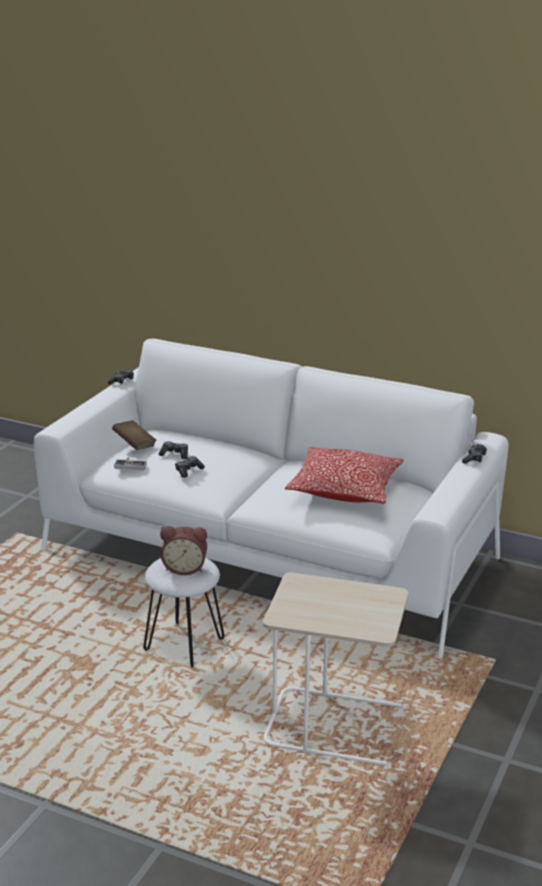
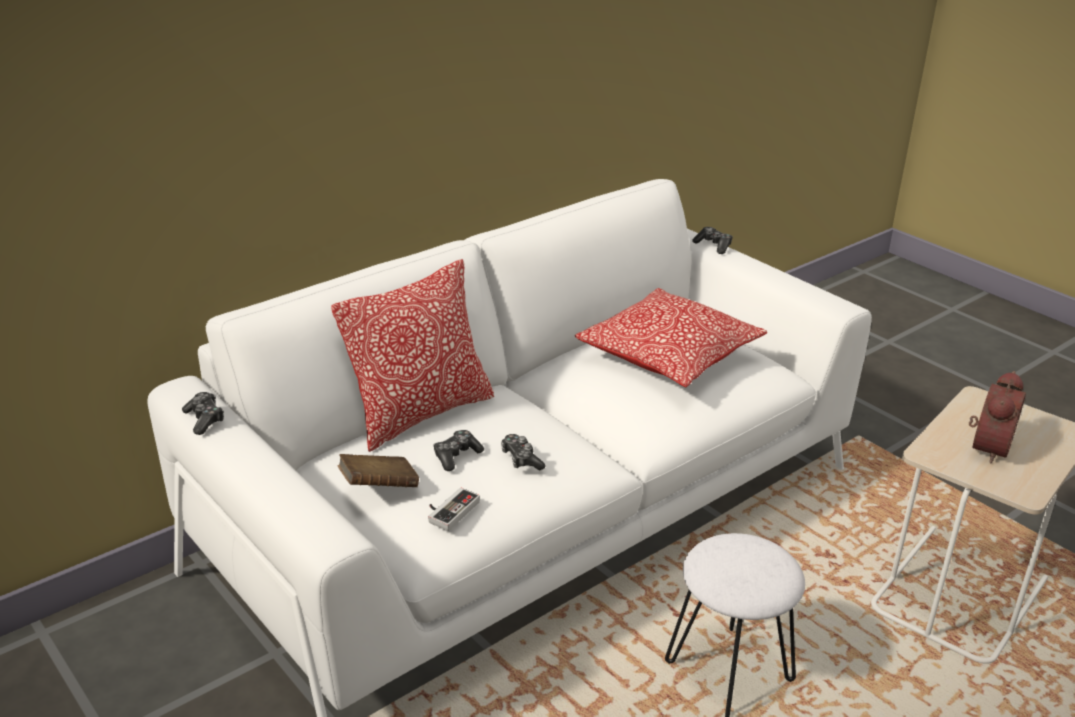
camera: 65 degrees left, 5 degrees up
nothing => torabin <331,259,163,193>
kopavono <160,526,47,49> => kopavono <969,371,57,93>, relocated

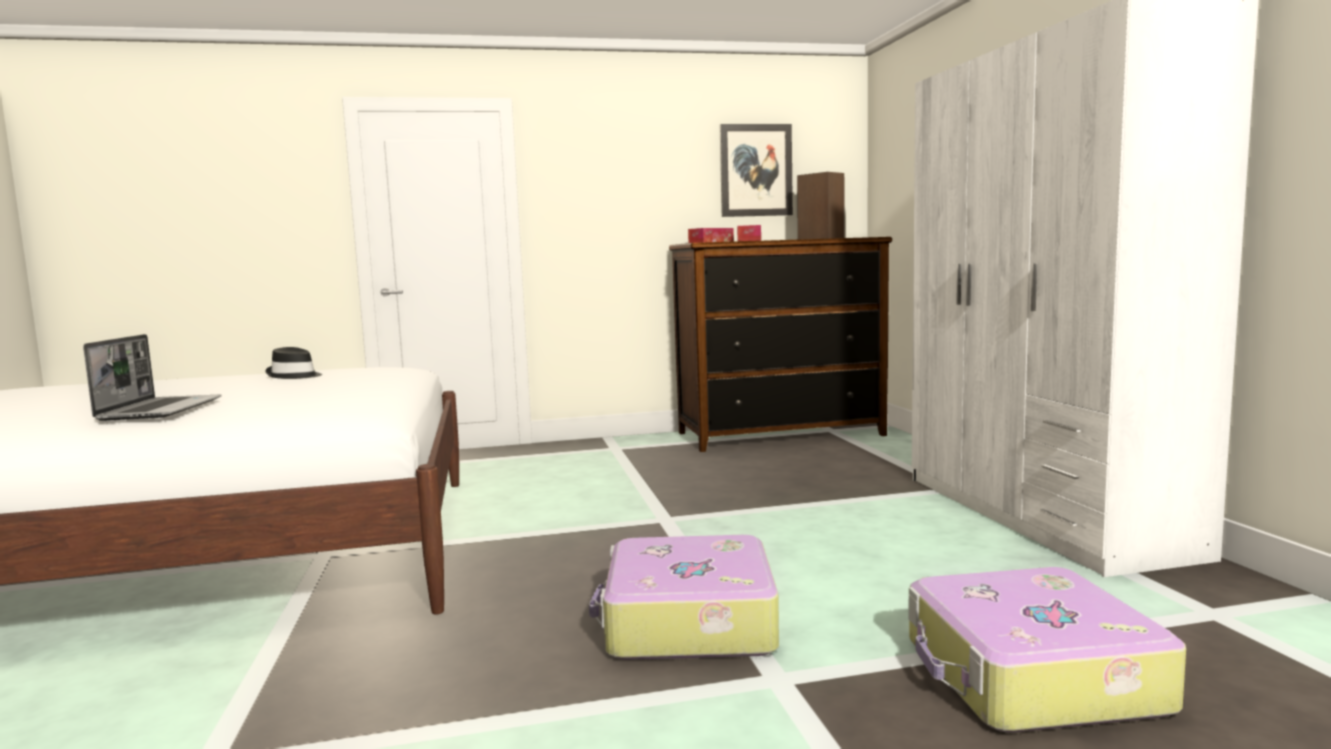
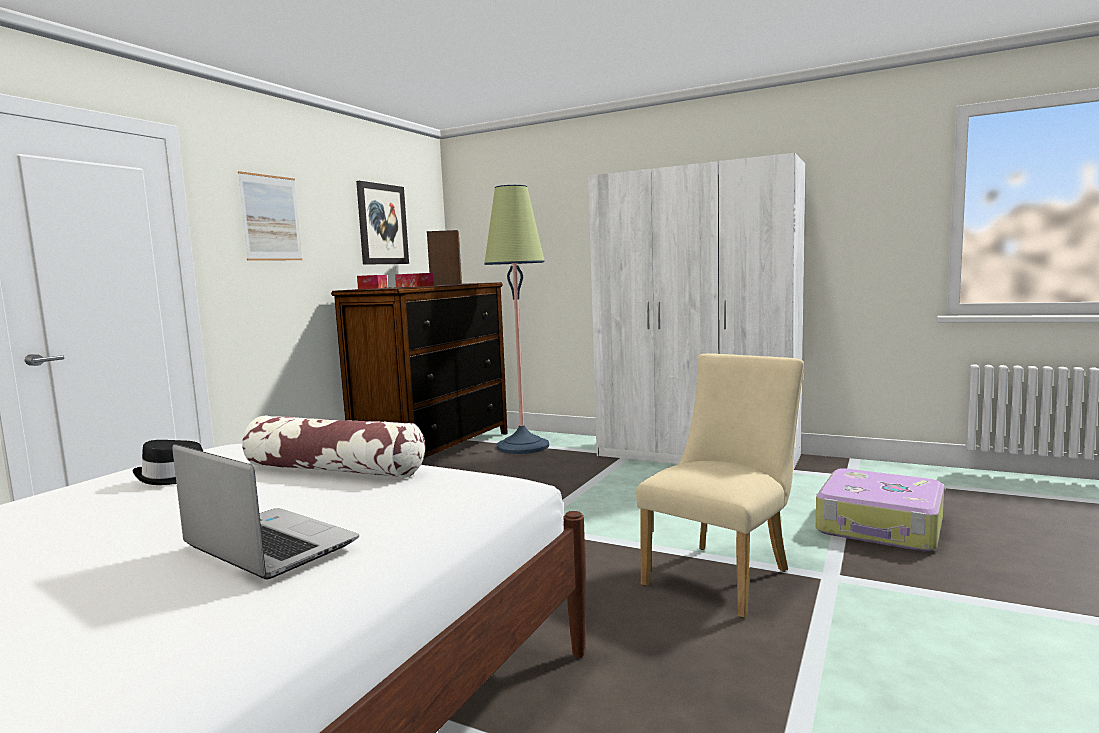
camera: 50 degrees left, 0 degrees up
nothing => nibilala <238,171,64,90>
nothing => torabin <242,415,183,63>
nothing => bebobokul <484,185,65,269>
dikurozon <589,535,190,125> => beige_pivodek <636,353,168,265>

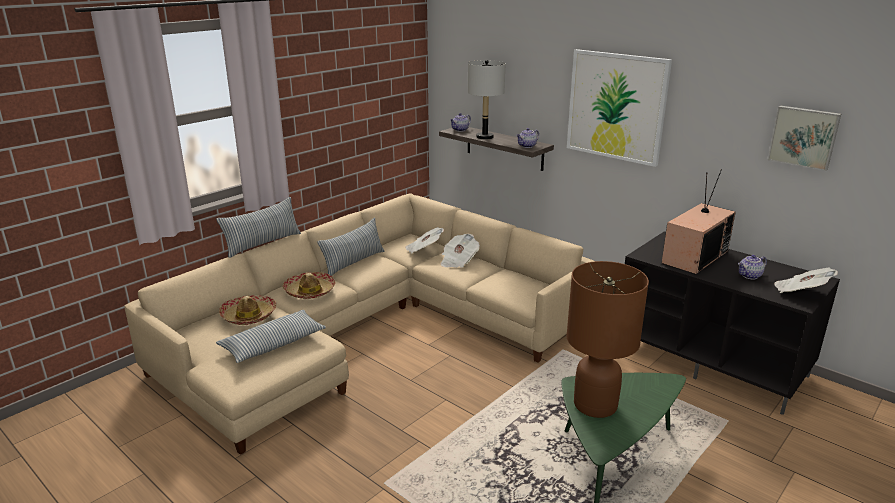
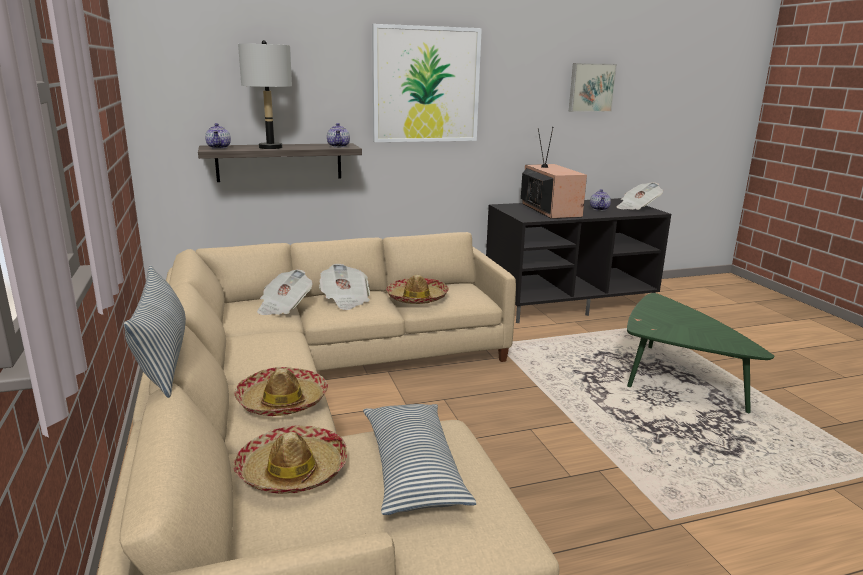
camera: 60 degrees left, 5 degrees down
nothing => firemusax <386,275,63,29>
torabin <317,218,67,58> => nothing
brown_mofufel <566,261,83,157> => nothing

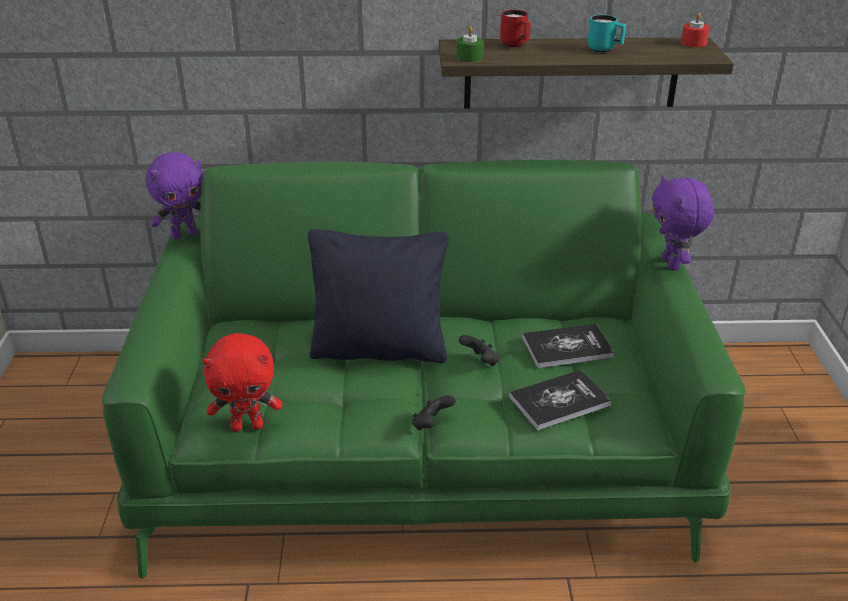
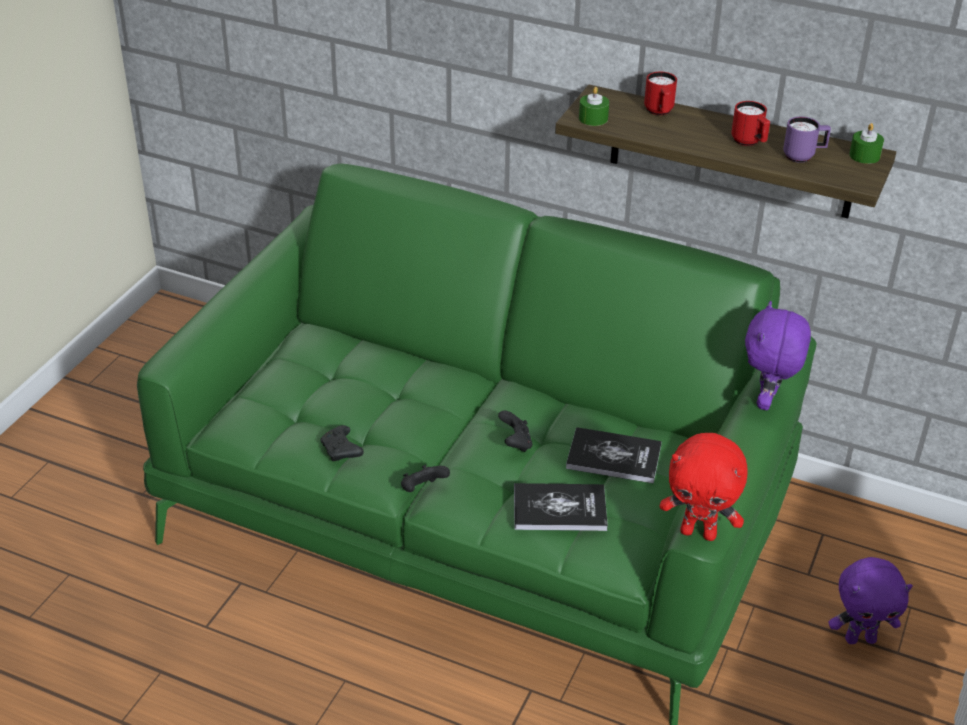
camera: 25 degrees right, 5 degrees up
nothing => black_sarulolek <320,425,44,36>
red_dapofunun <202,333,80,98> => red_dapofunun <660,433,88,108>, relocated
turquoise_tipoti <588,15,38,38> => red_tipoti <731,101,39,45>
nothing => purple_tipoti <783,117,48,46>
purple_dapofunun <146,152,57,87> => purple_dapofunun <829,557,84,87>, relocated
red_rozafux <681,12,29,35> => green_rozafux <849,123,35,41>
black_torabin <308,229,141,134> => nothing

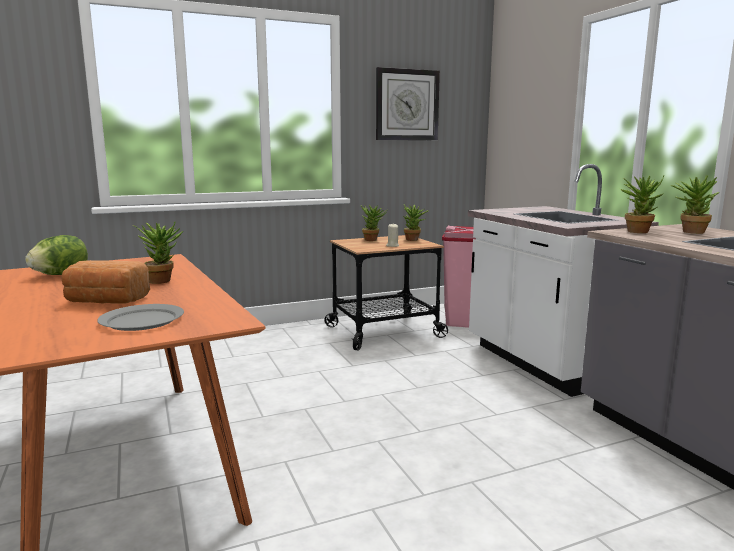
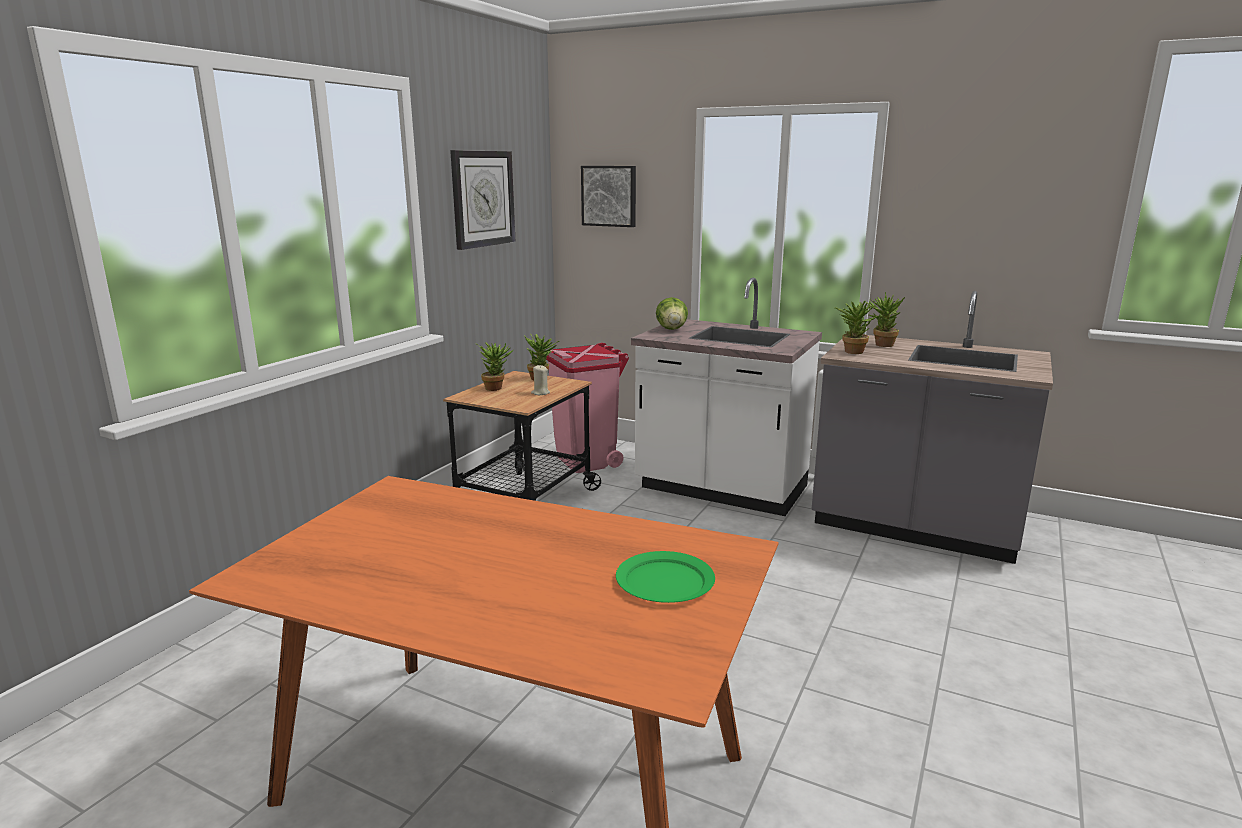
camera: 40 degrees left, 5 degrees up
nothing => nibilala <581,166,55,61>
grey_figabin <97,304,87,27> => green_figabin <616,551,99,52>
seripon <25,235,63,40> => seripon <656,297,32,33>, relocated
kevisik <61,260,89,44> => nothing
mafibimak <132,222,51,62> => nothing

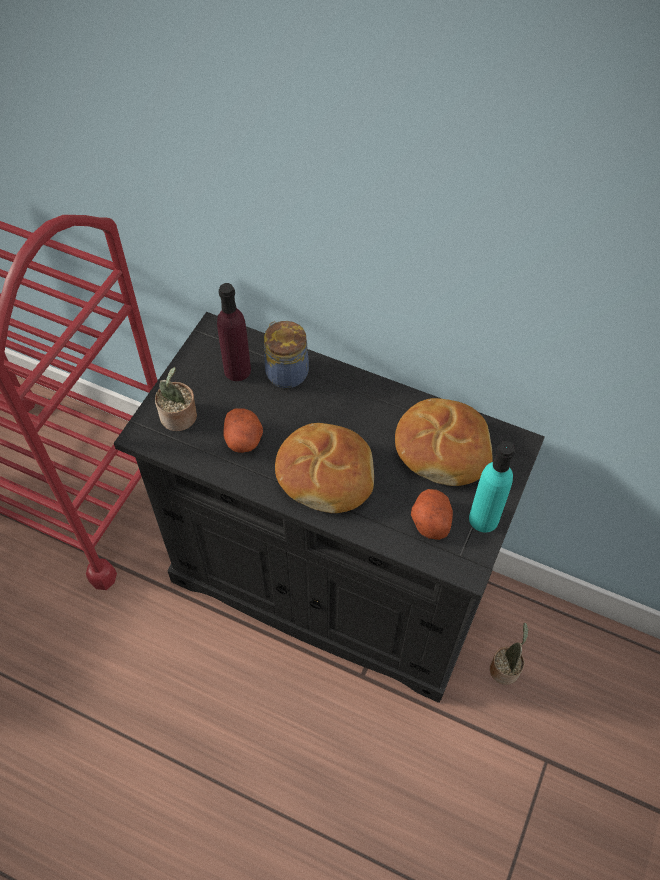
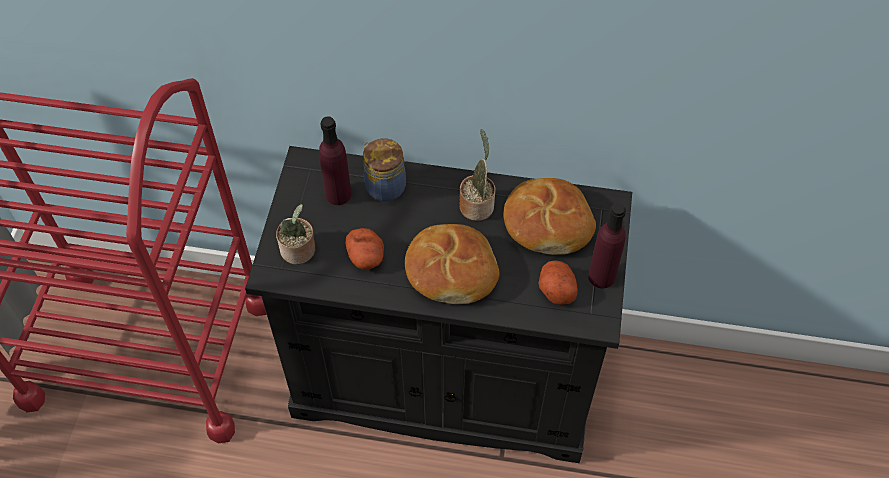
camera: 15 degrees left, 0 degrees up
mafibimak <490,623,38,62> => mafibimak <460,129,35,92>, relocated
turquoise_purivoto <469,441,46,92> => purple_purivoto <588,203,38,85>

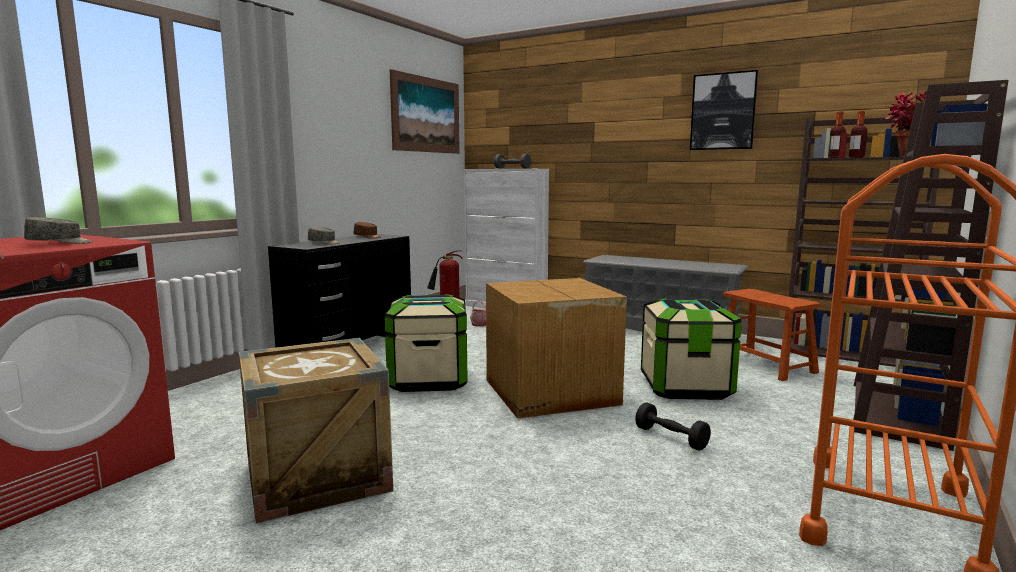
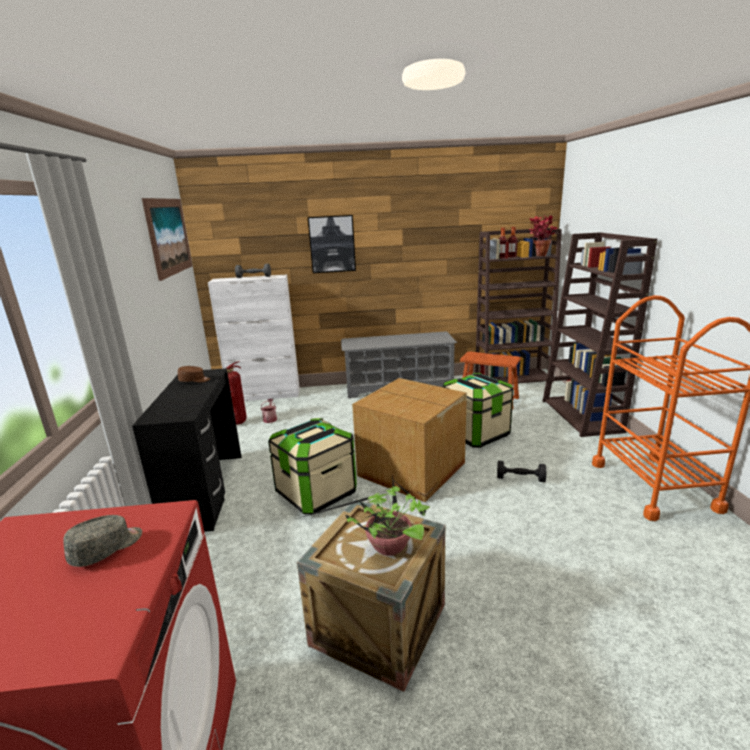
camera: 35 degrees left, 10 degrees up
nothing => mafibimak <296,475,134,81>
nibilala <690,70,68,80> => nibilala <308,215,48,58>, relocated
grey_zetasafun <308,227,32,17> => nothing

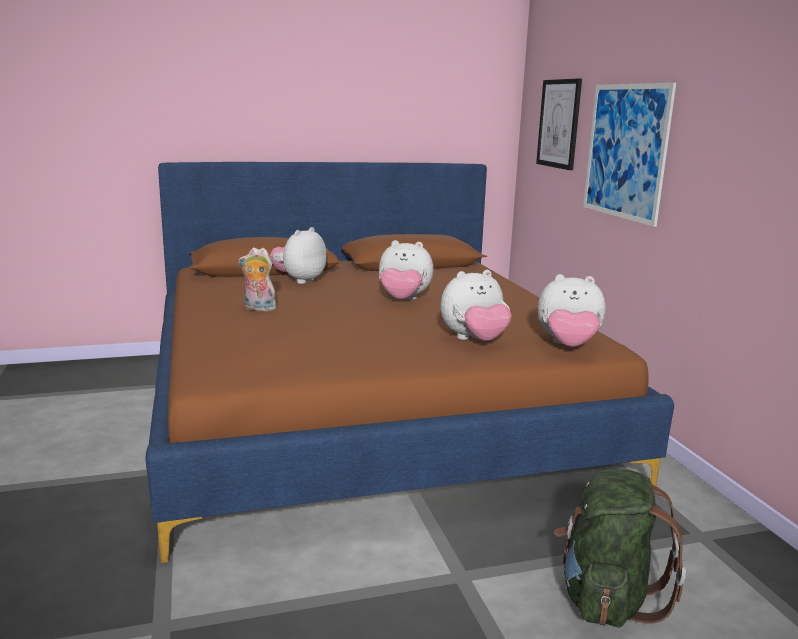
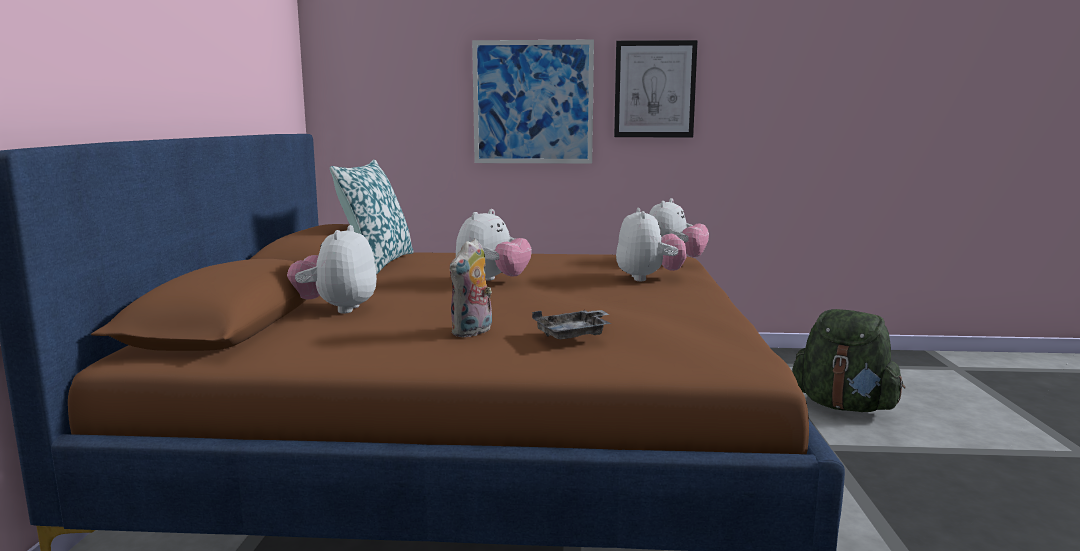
camera: 70 degrees left, 5 degrees down
dapofunun <270,227,57,57> => dapofunun <287,225,90,89>, 45 degrees clockwise
nothing => torabin <330,160,84,114>
nothing => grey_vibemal <532,310,80,29>
nibilala <536,78,46,92> => nibilala <614,40,84,97>, relocated

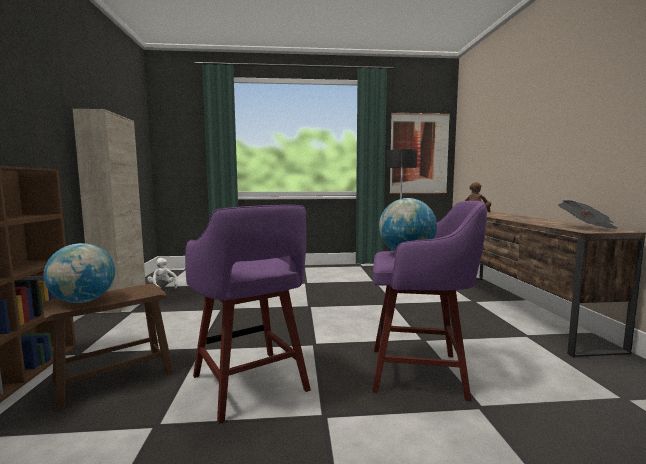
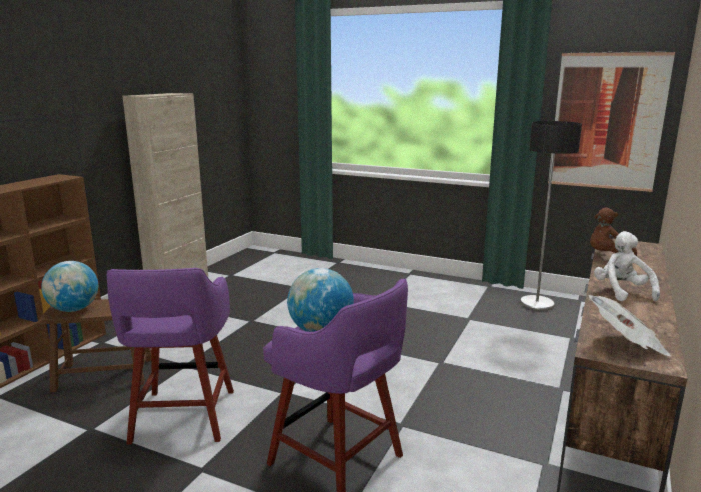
camera: 30 degrees right, 10 degrees up
white_dapofunun <148,258,30,30> => white_dapofunun <594,231,66,71>, relocated

